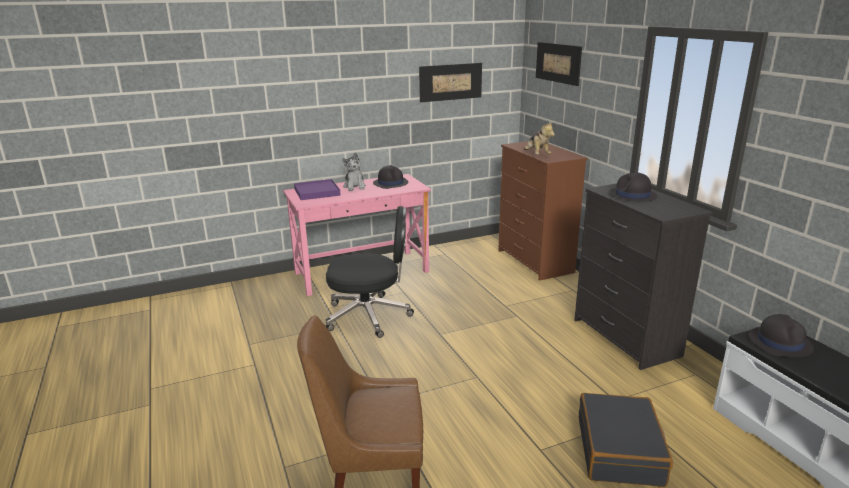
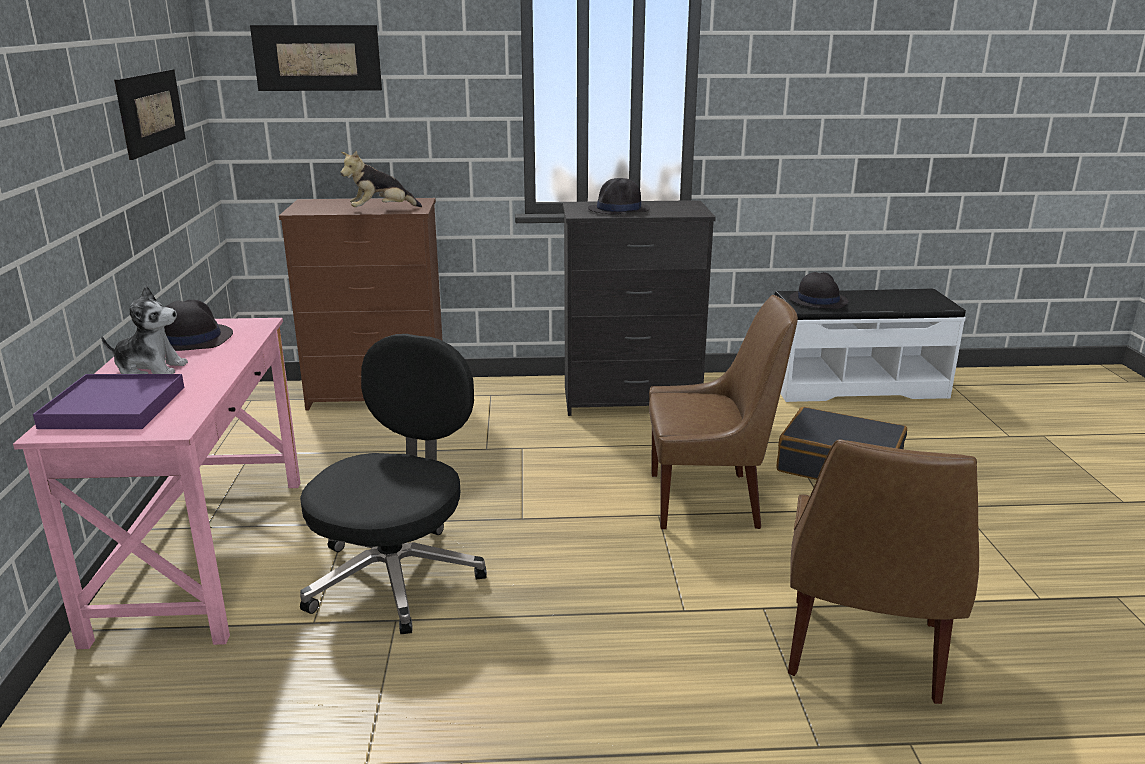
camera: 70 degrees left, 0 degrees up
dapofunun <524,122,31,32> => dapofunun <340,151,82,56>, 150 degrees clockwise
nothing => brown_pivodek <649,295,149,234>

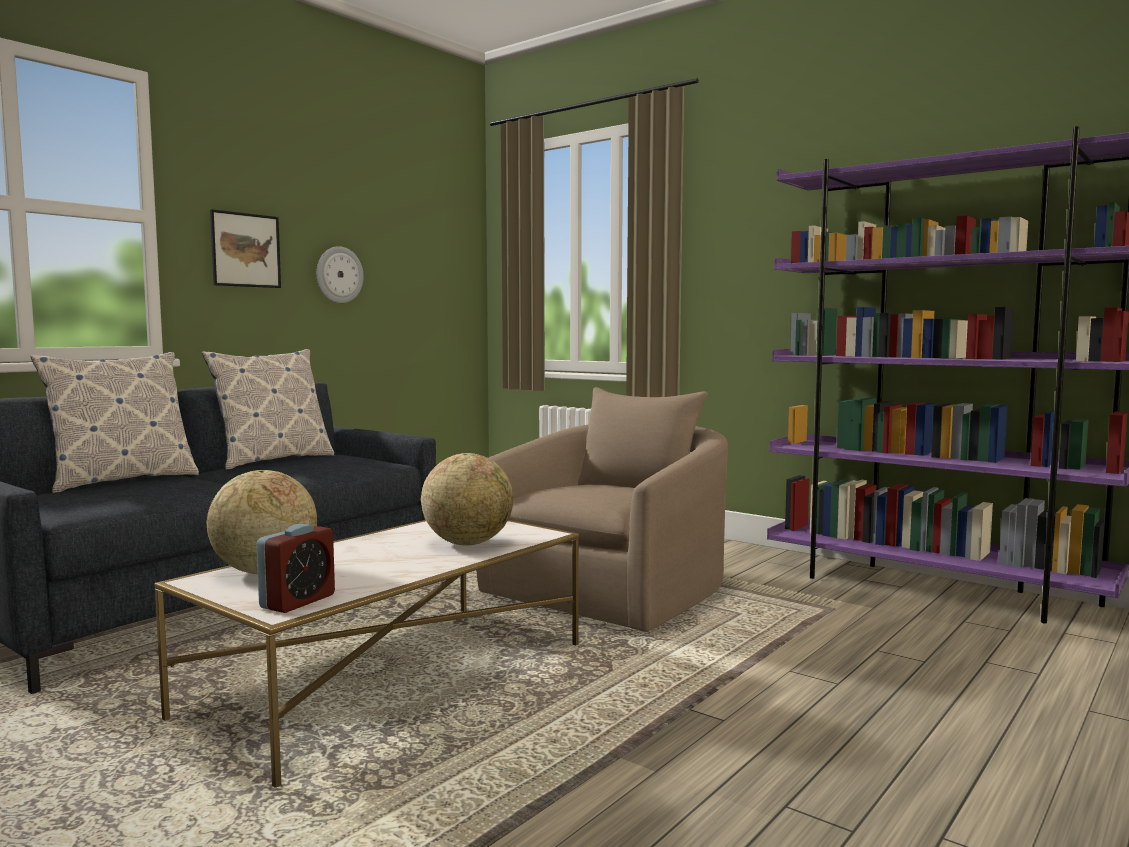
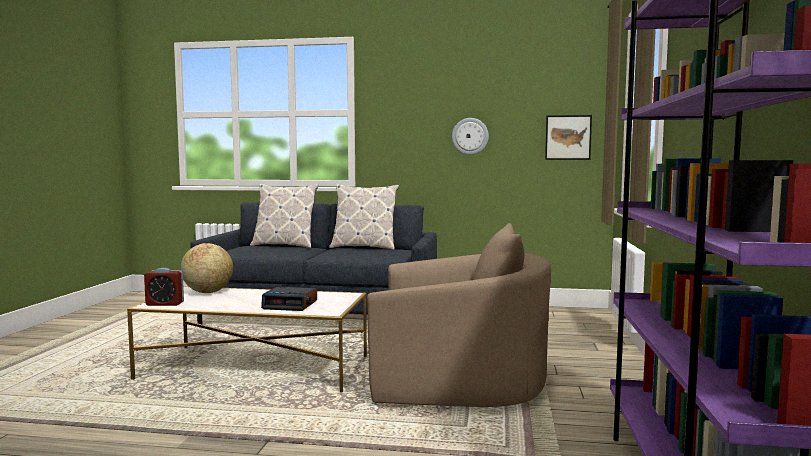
camera: 60 degrees right, 0 degrees up
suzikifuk <421,453,92,93> => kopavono <261,287,56,24>
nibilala <210,209,71,79> => nibilala <545,115,47,45>, relocated

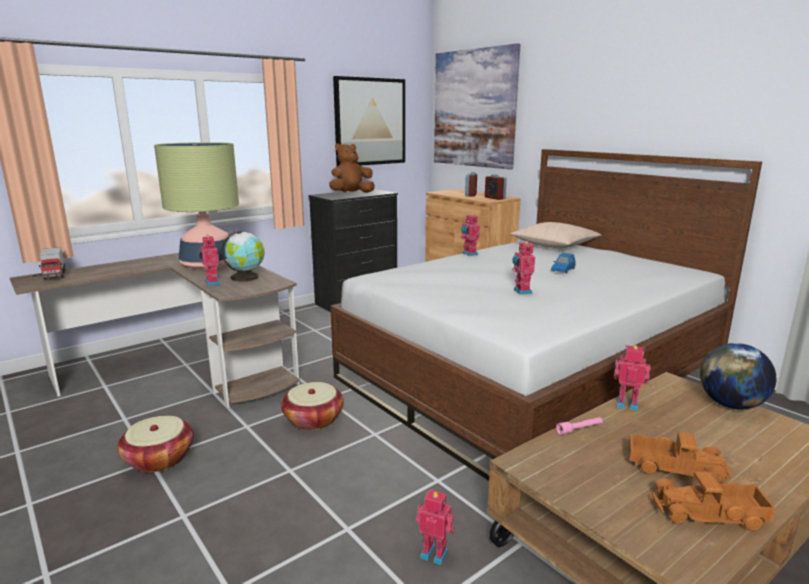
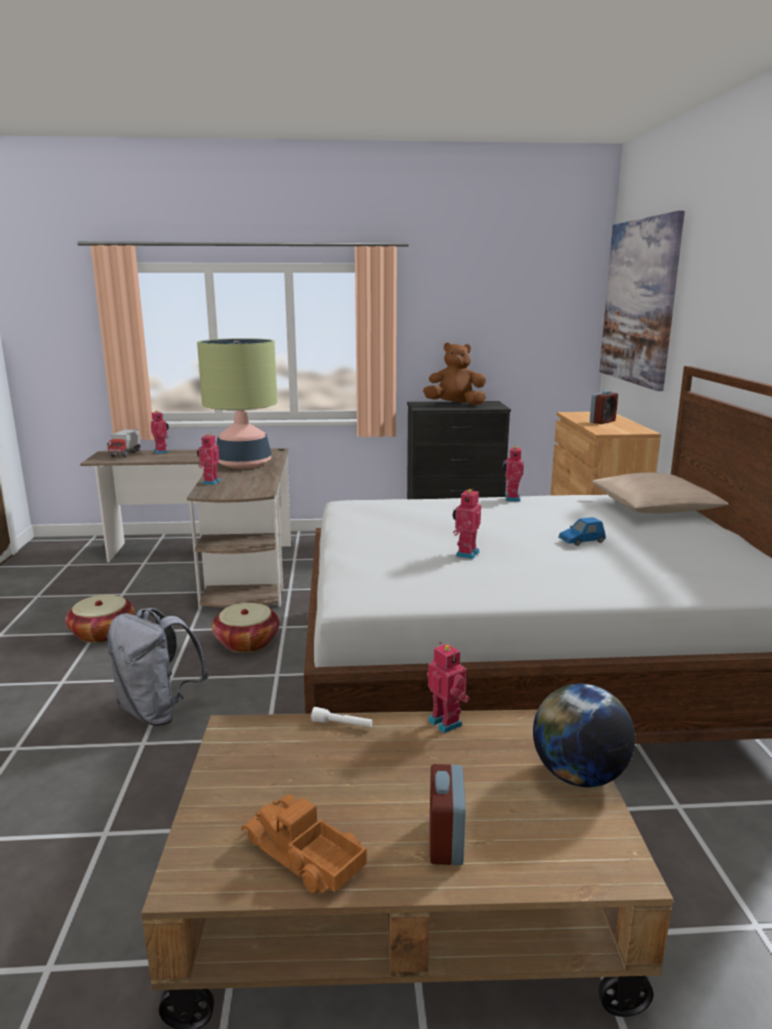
camera: 35 degrees right, 0 degrees up
nothing => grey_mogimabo <107,608,101,118>
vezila <416,490,39,75> => vezila <151,410,18,44>, relocated
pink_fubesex <556,417,47,18> => white_fubesex <311,707,62,20>
kopavono <485,174,22,26> => kopavono <430,764,36,101>, relocated
suzikifuk <221,231,44,51> => nothing
nibilala <333,76,72,90> => nothing
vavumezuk <629,432,103,52> => nothing

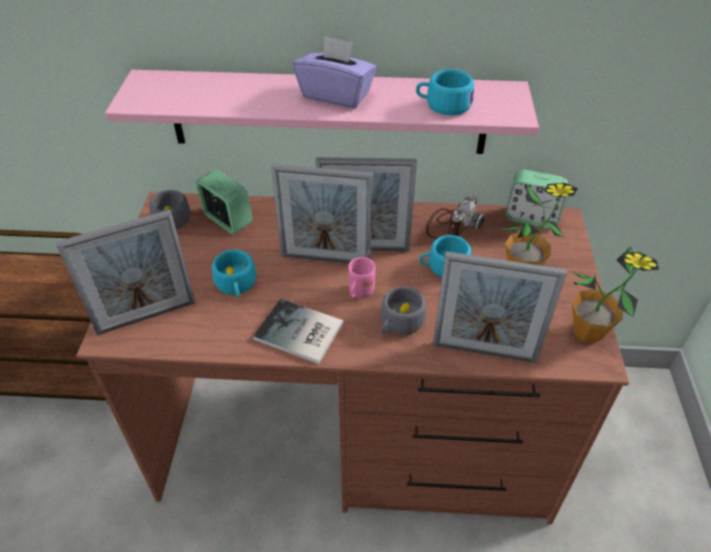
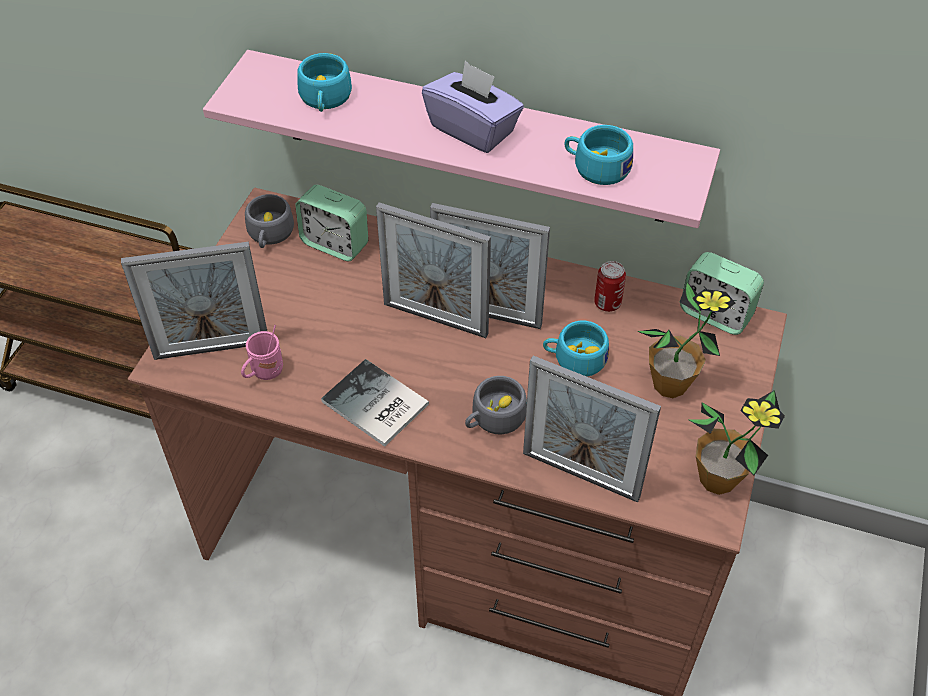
camera: 15 degrees right, 5 degrees up
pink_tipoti <348,250,28,48> => pink_tipoti <241,325,42,55>, relocated
kopavono <196,169,57,65> => kopavono <295,185,73,76>, 150 degrees clockwise
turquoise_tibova <212,250,44,48> => turquoise_tibova <297,53,55,59>, relocated
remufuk <426,195,59,44> => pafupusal <594,261,32,51>

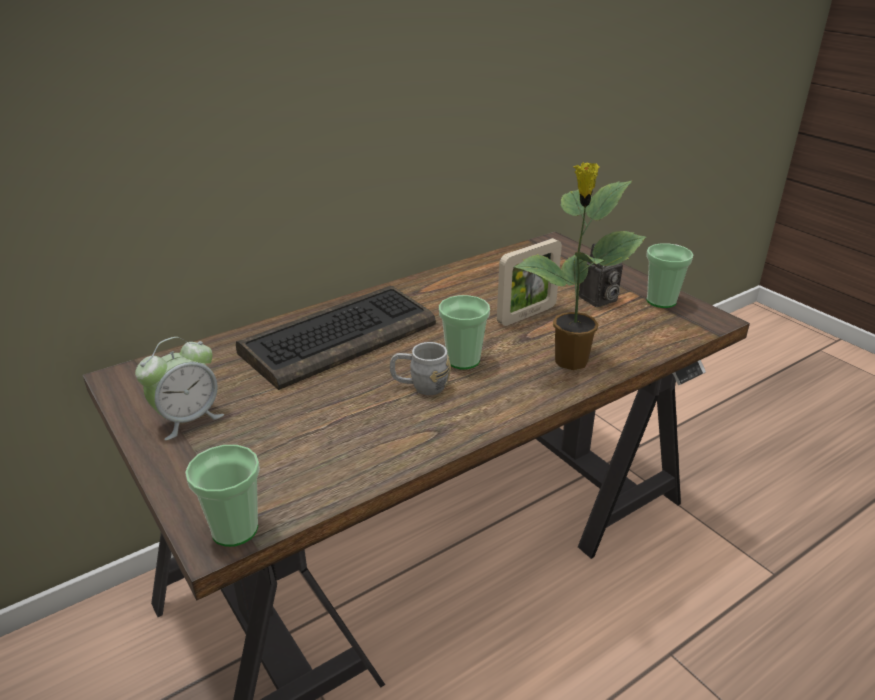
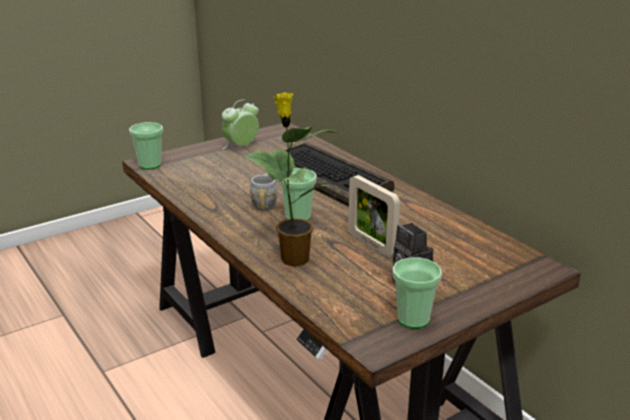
camera: 90 degrees right, 5 degrees down
kopavono <135,337,89,103> => kopavono <222,99,37,50>, 90 degrees clockwise

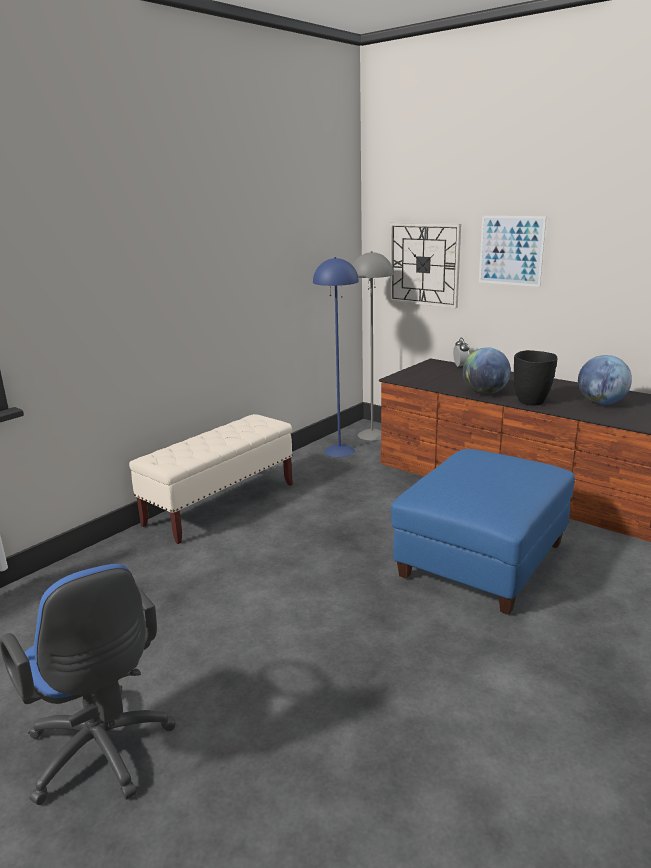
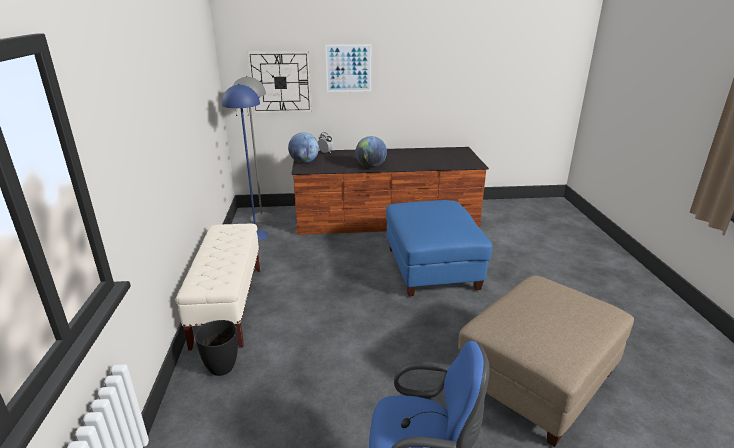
camera: 45 degrees left, 5 degrees up
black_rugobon <514,350,43,56> => black_rugobon <195,320,43,56>, relocated
suzikifuk <578,355,54,50> => suzikifuk <288,132,31,31>, relocated
nothing => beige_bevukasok <458,275,176,172>

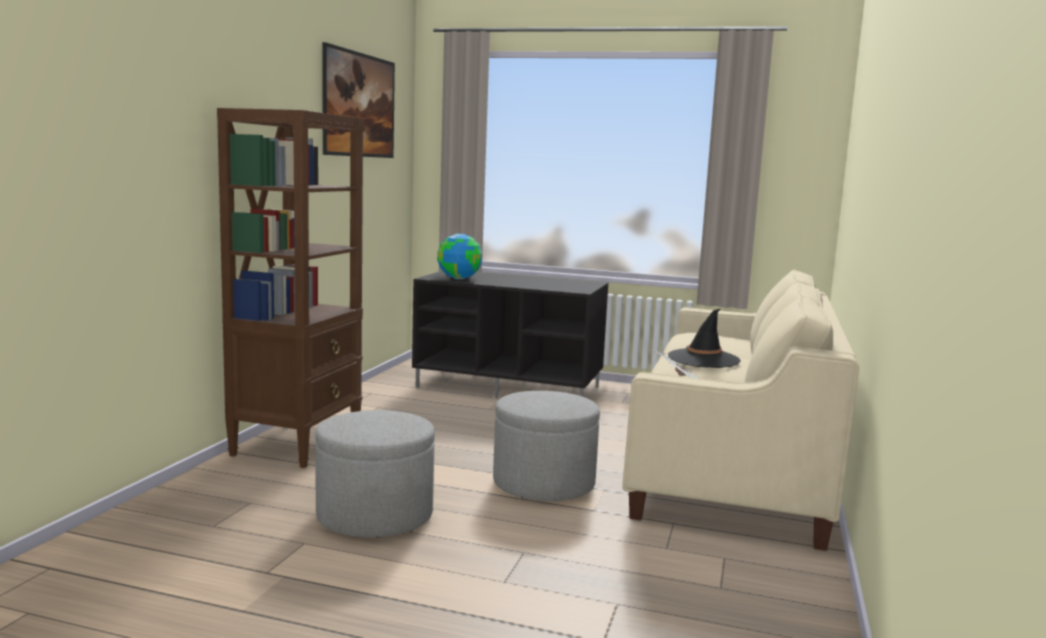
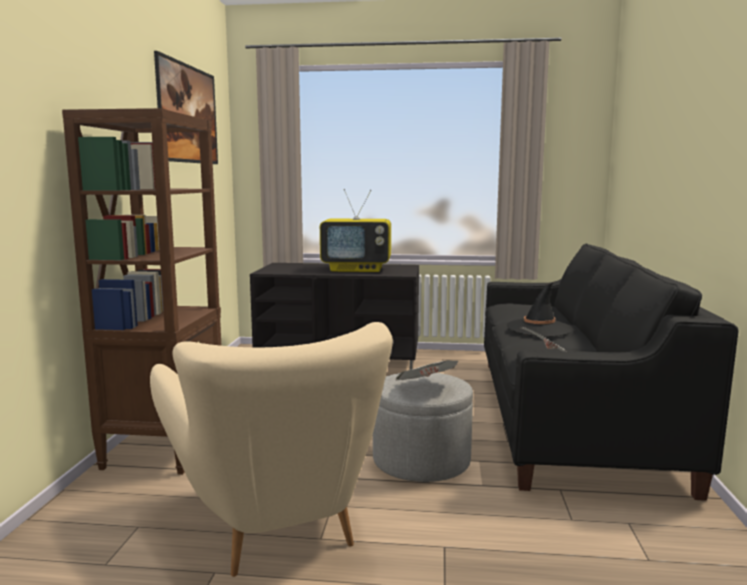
camera: 10 degrees left, 0 degrees up
grey_bevukasok <315,410,120,128> => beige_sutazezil <150,322,243,255>
nothing => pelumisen <320,189,71,83>
nothing => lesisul <395,360,64,20>
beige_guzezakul <622,269,237,282> => black_guzezakul <484,243,255,258>
suzikifuk <437,234,45,45> => nothing

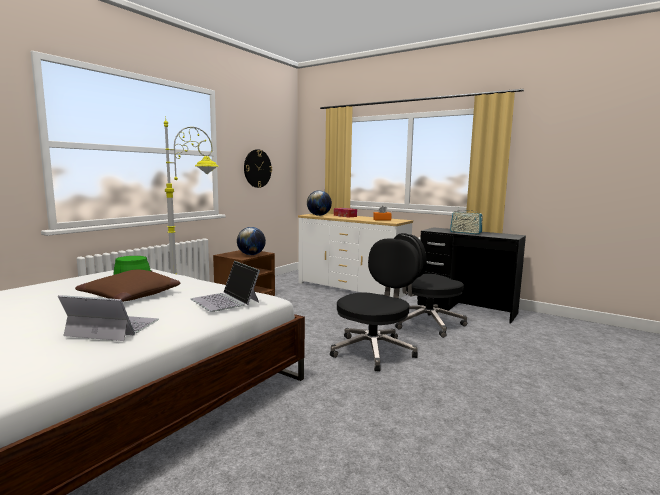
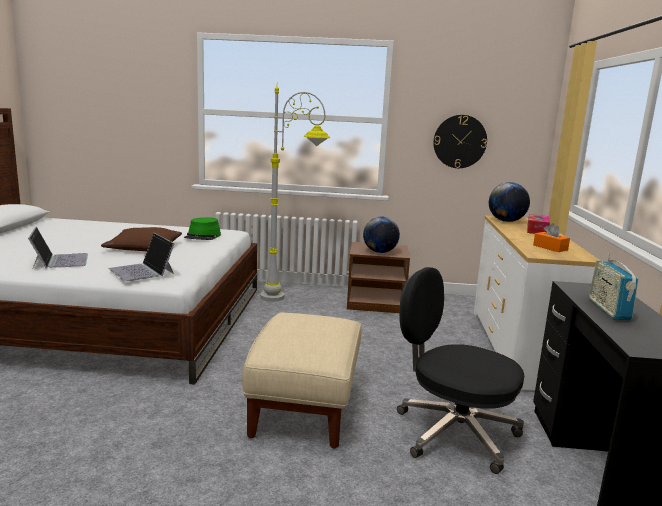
camera: 60 degrees right, 5 degrees up
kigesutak <190,261,70,51> => kigesutak <108,233,67,49>, 60 degrees counterclockwise
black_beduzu <330,238,90,134> => beige_bevukasok <242,312,119,137>

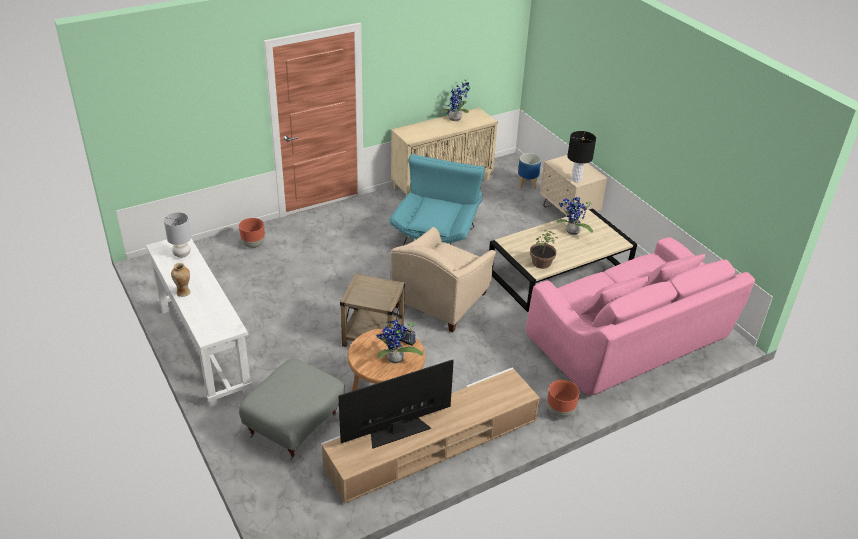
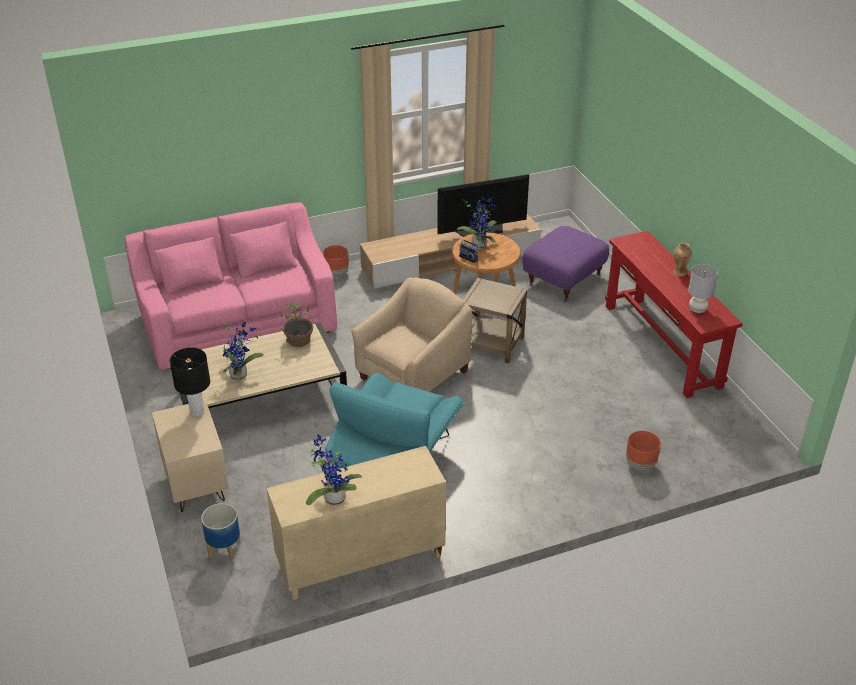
camera: 170 degrees left, 0 degrees up
grey_bevukasok <239,359,106,101> => purple_bevukasok <522,226,87,76>
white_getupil <146,239,106,168> => red_getupil <605,231,138,167>

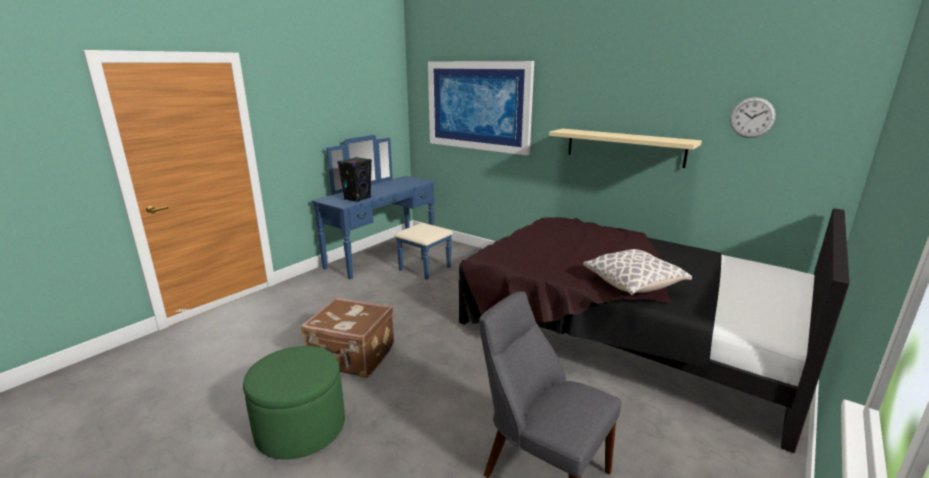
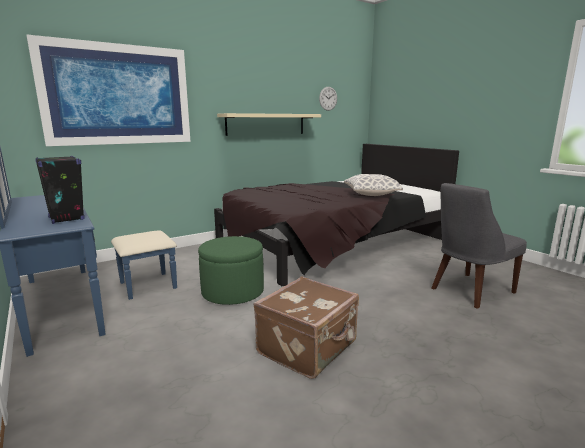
camera: 70 degrees left, 5 degrees down
green_bevukasok <243,346,102,114> => green_bevukasok <198,236,66,69>, relocated

